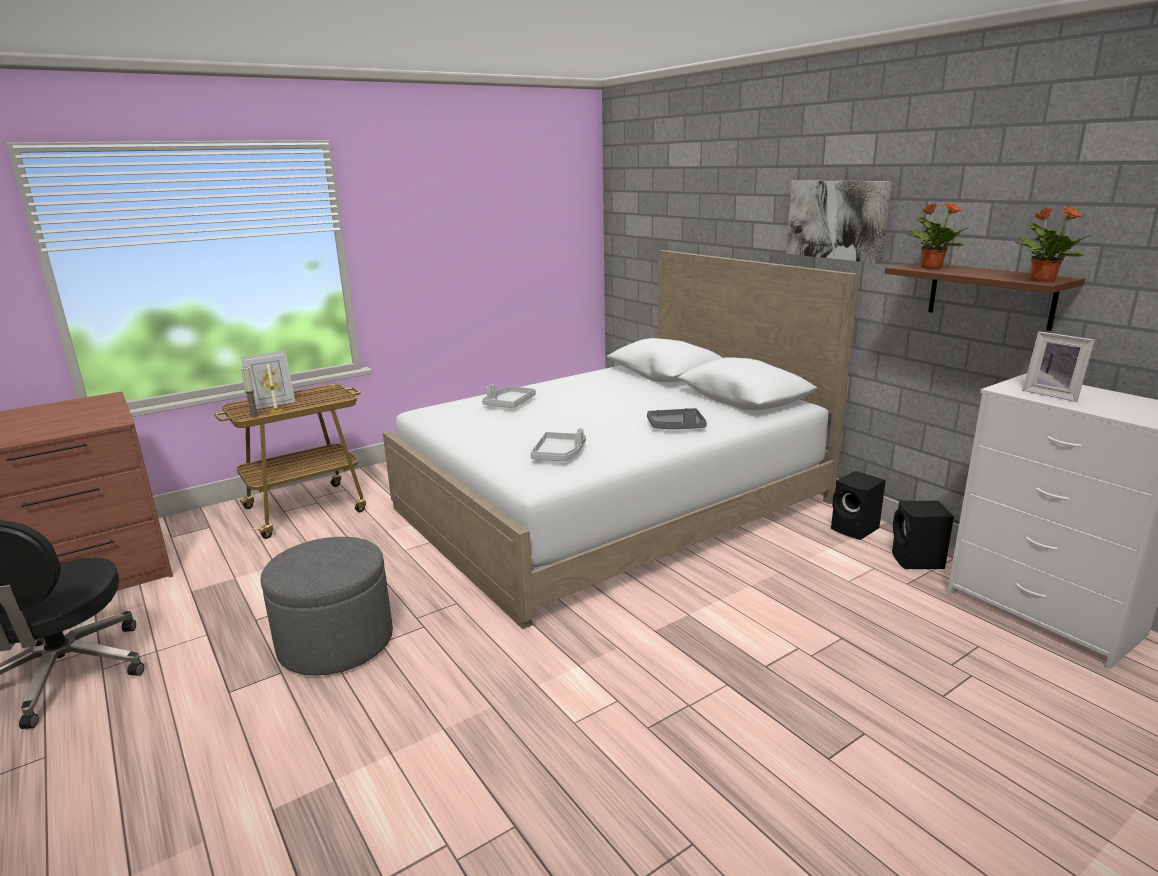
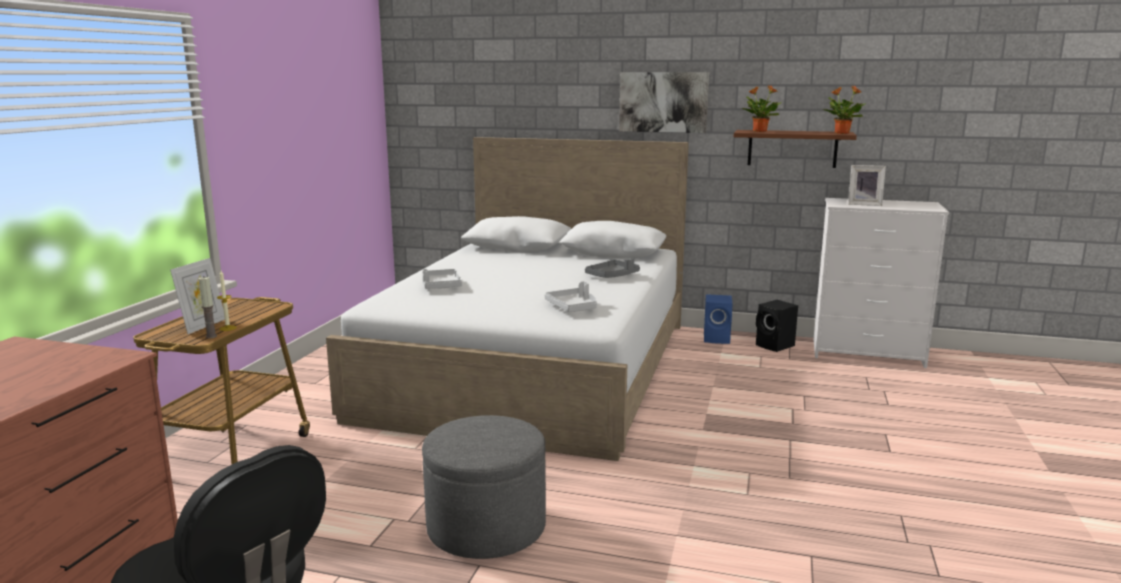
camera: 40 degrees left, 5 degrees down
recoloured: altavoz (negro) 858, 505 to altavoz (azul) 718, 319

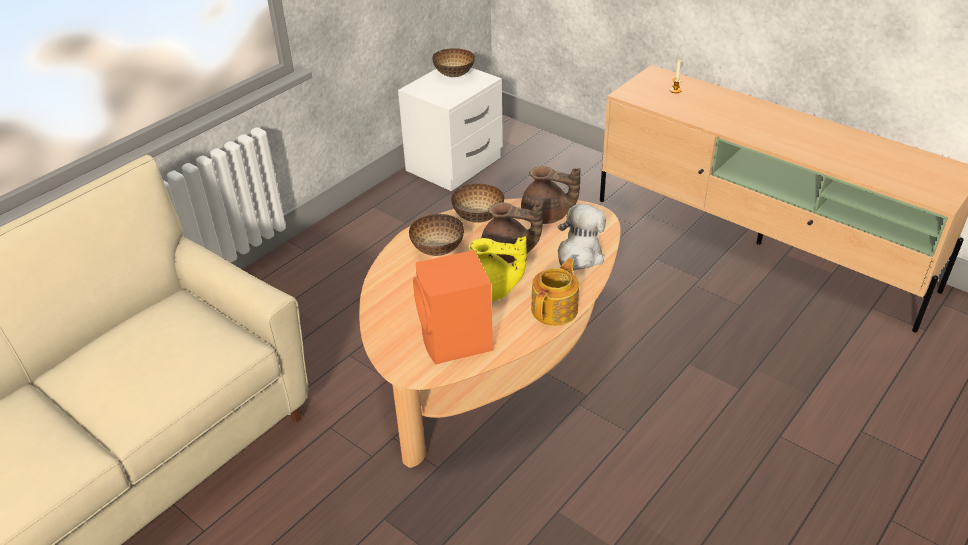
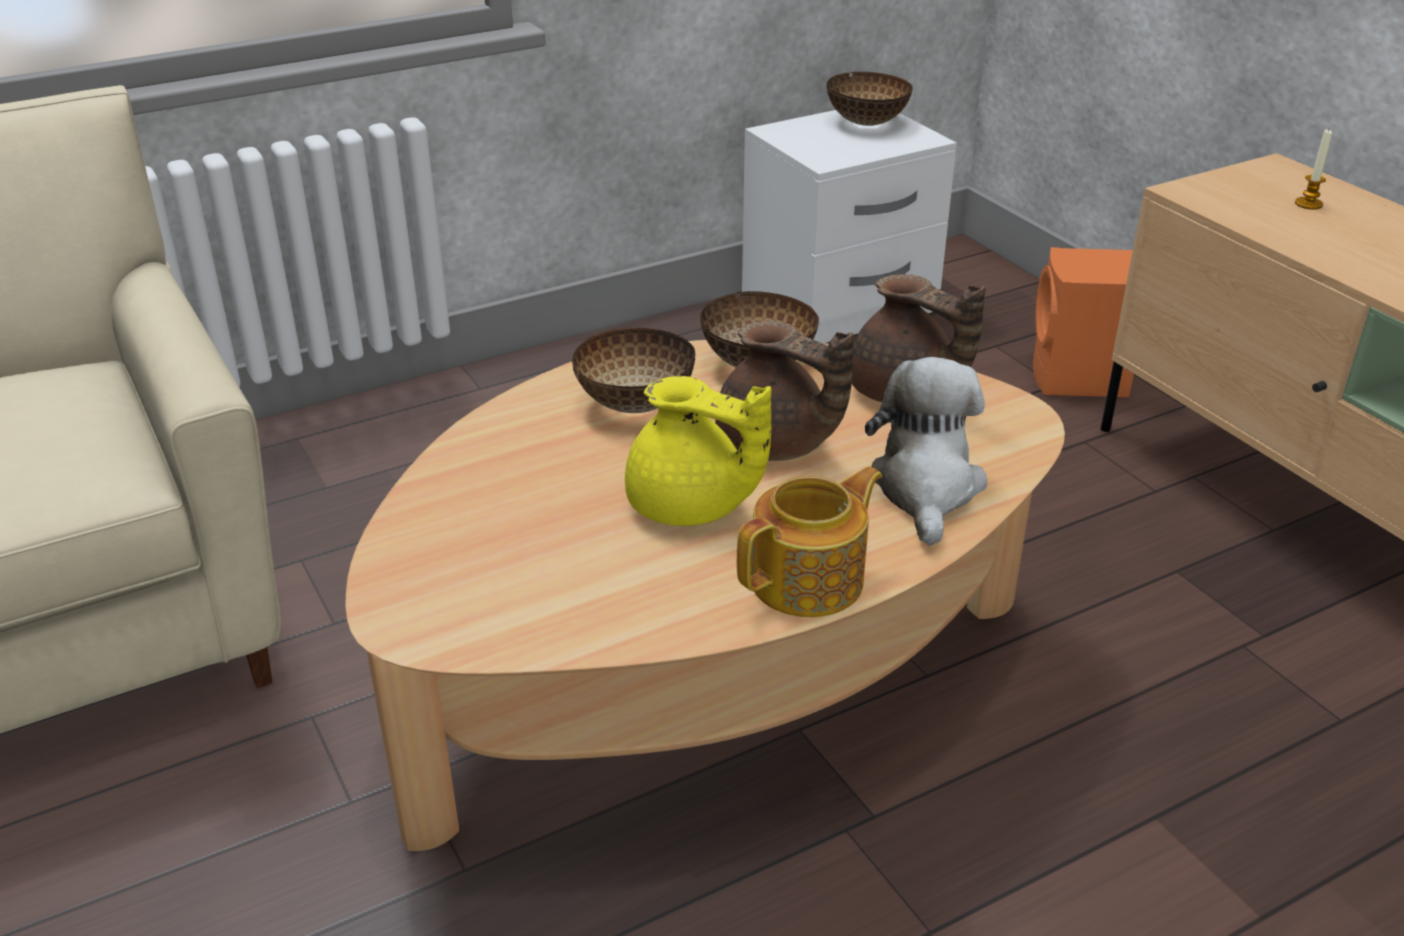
camera: 20 degrees right, 5 degrees down
moved: altavoz (naranja) 453, 307 to 1083, 322
turned: peluche 582, 237 = 926, 451 45 degrees counterclockwise

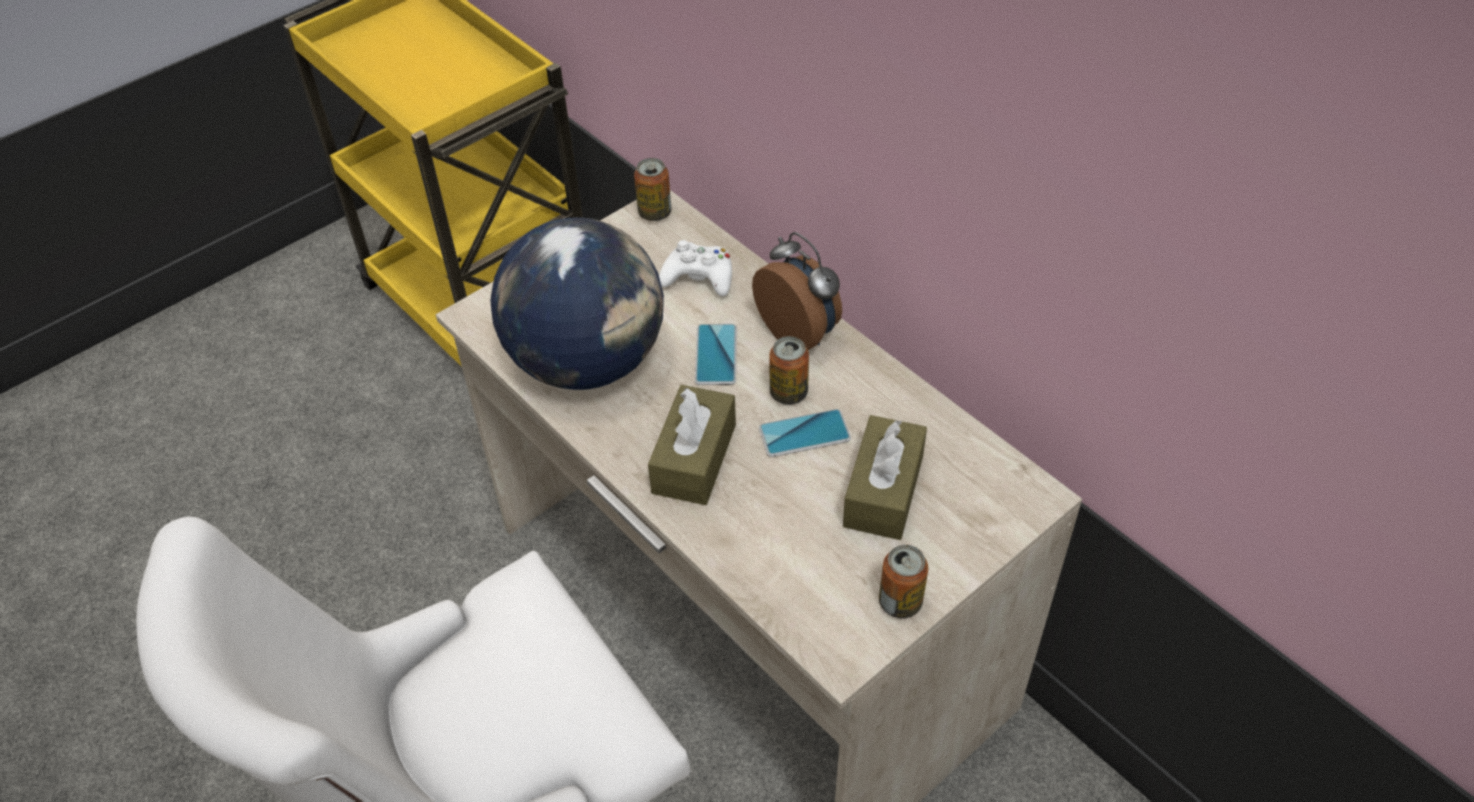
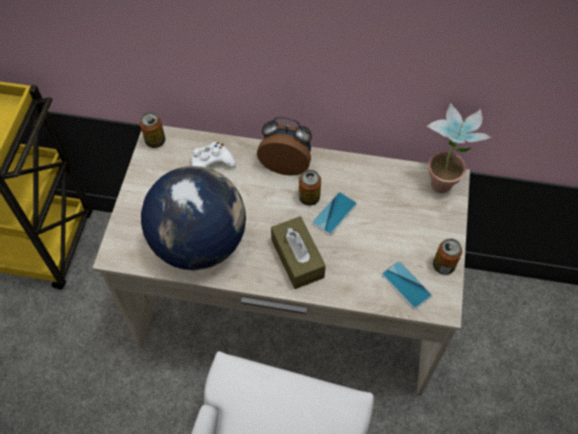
camera: 40 degrees left, 10 degrees up
removed: caja de pañuelos (marrón) 885, 477
added: planta en maceta 459, 148
moved: móvil 716, 354 to 406, 285

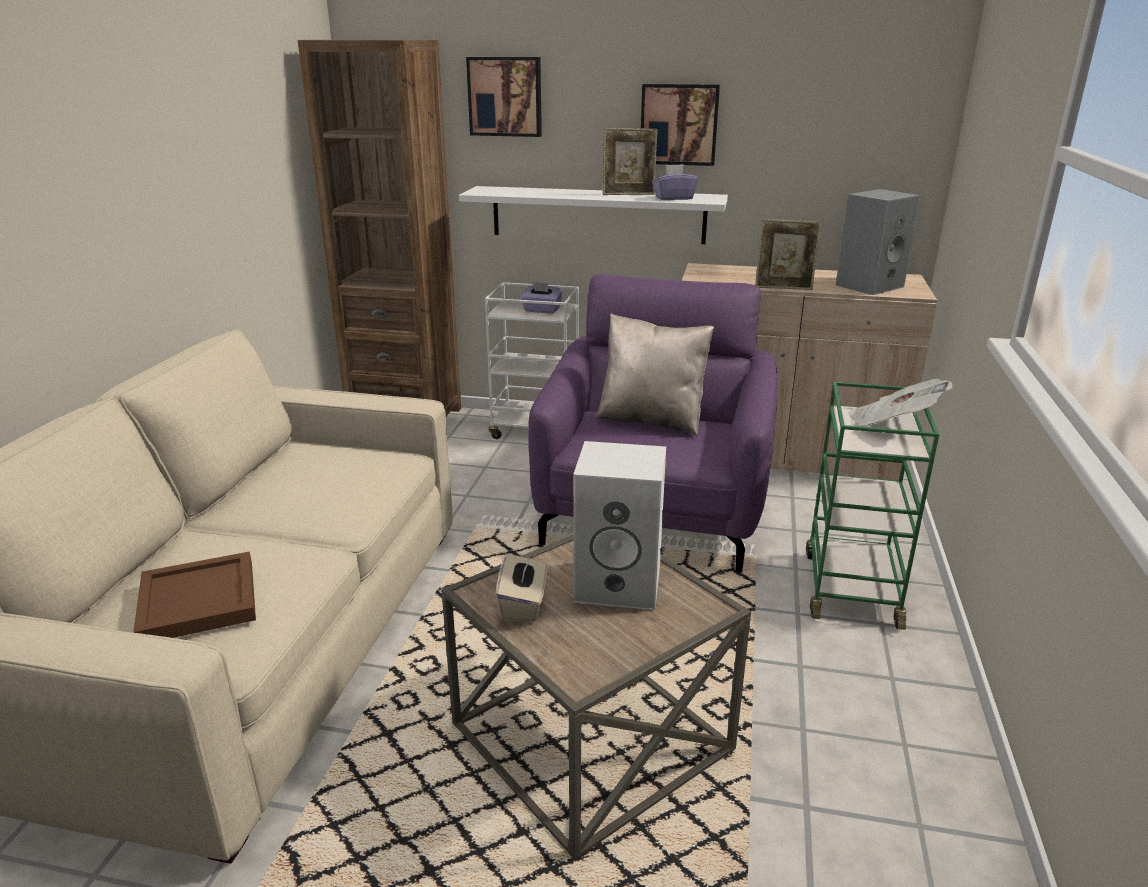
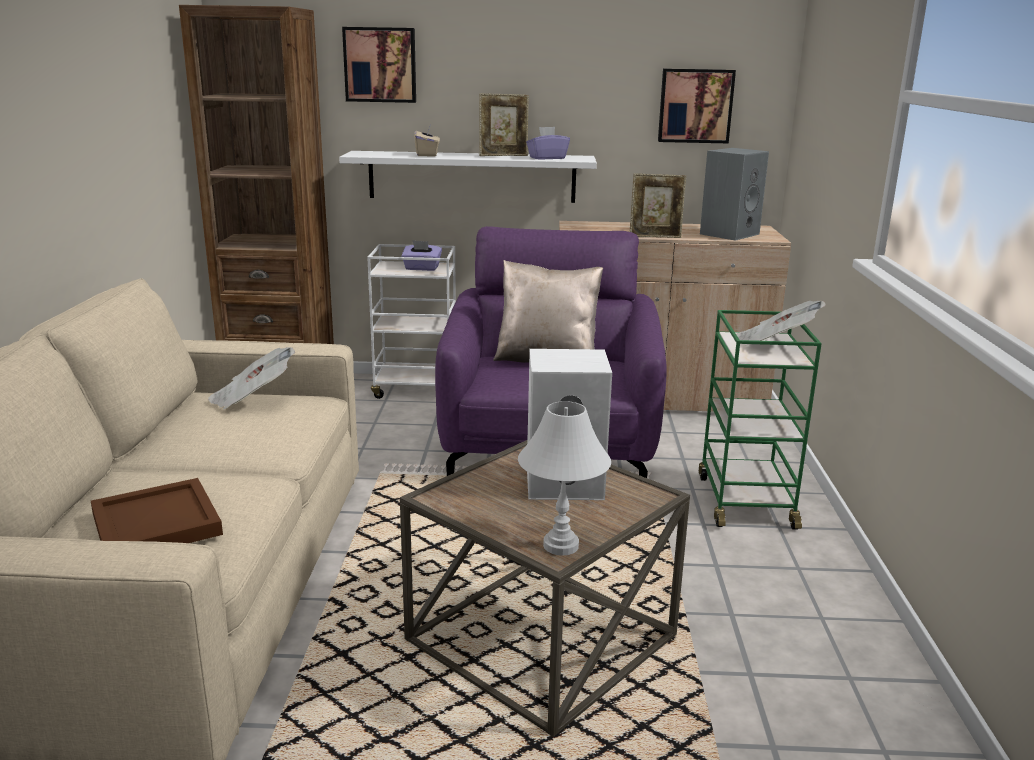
camera: 10 degrees left, 5 degrees down
added: periódico 251, 378; lámpara de mesa (blanco) 564, 478
moved: caja de pañuelos (beis) 522, 588 to 427, 140; cuadro 680, 125 to 697, 106

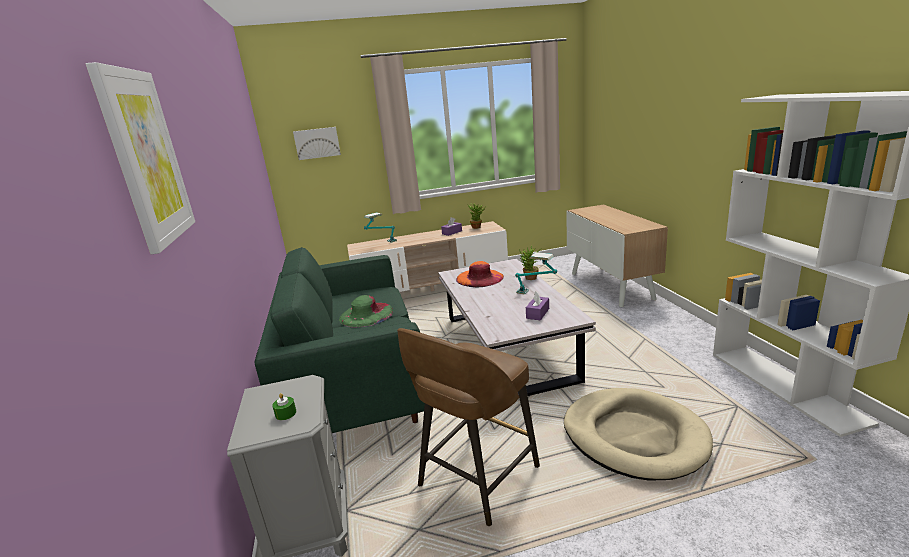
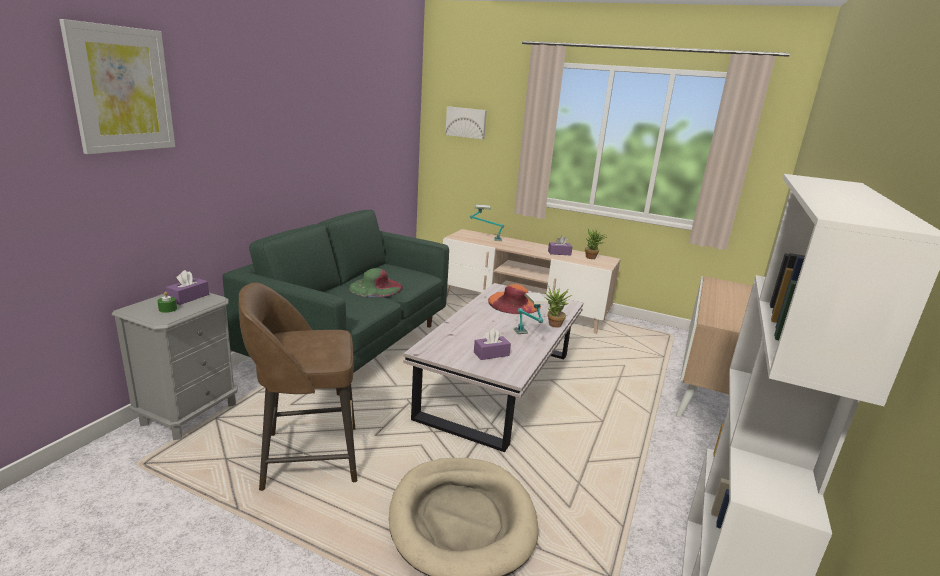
camera: 35 degrees right, 0 degrees up
added: caja de pañuelos (morado) 187, 287

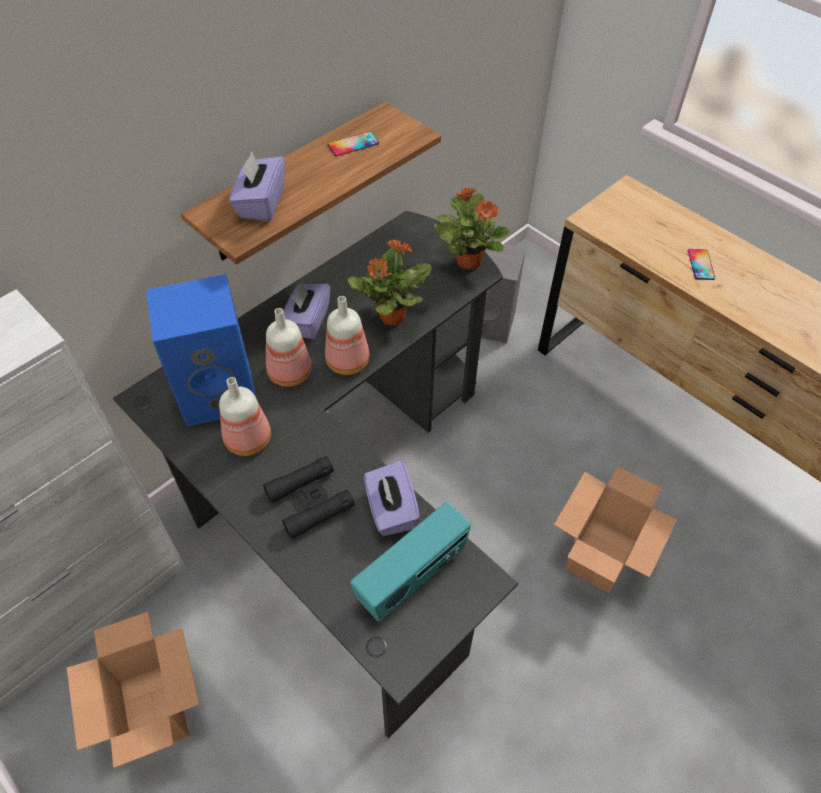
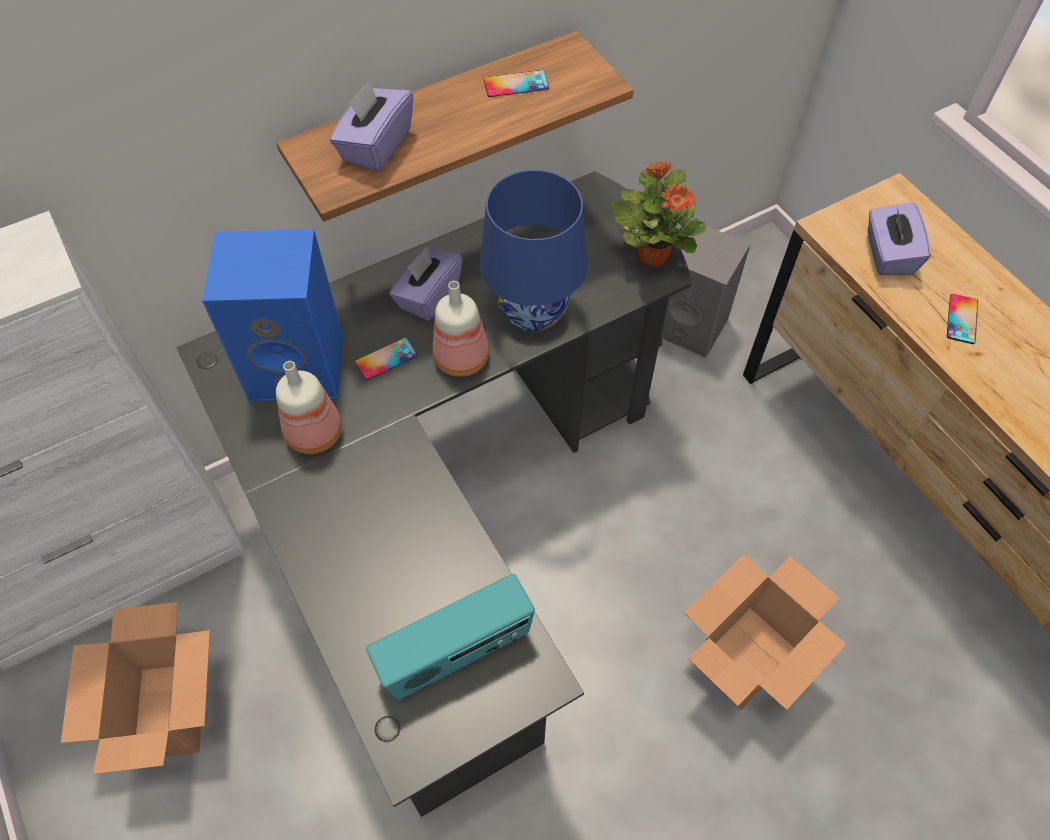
camera: 15 degrees right, 5 degrees up
removed: prismáticos (negro) 309, 497
moved: caja de pañuelos (morado) 392, 498 to 899, 238
replaced: botella 289, 347 to móvil 386, 358; planta en maceta 389, 282 to lámpara de mesa (azul) 534, 251

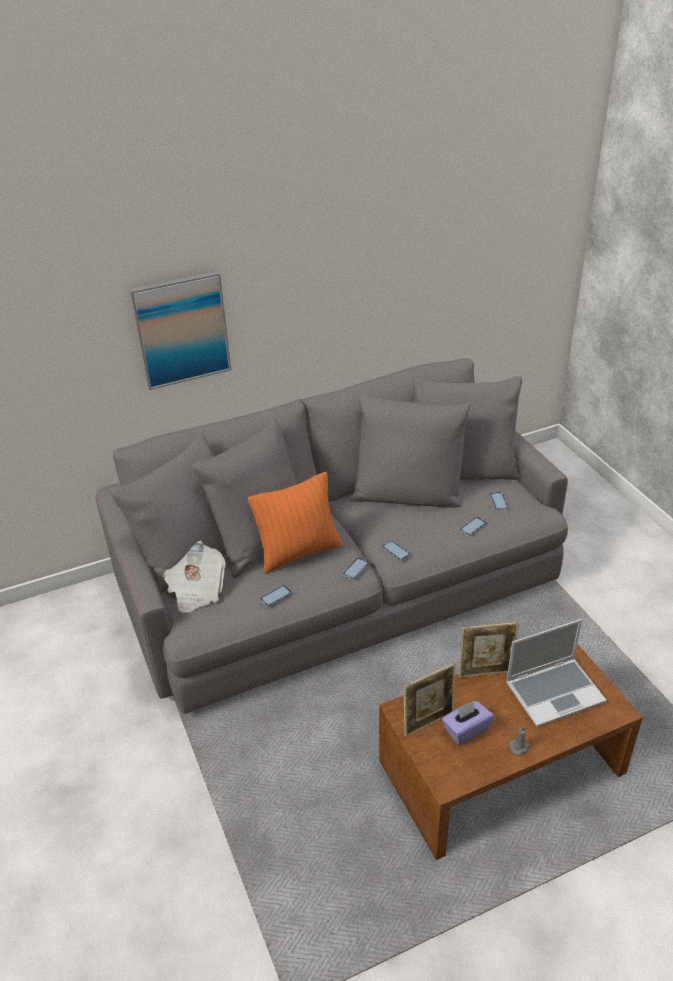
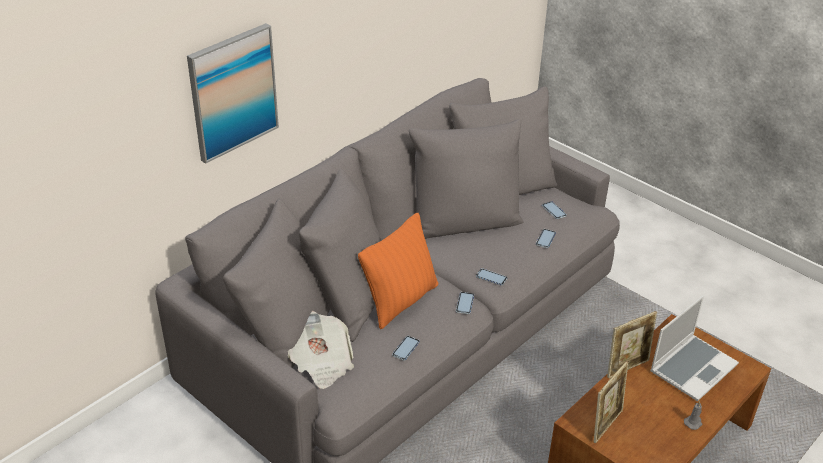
camera: 25 degrees left, 0 degrees up
removed: caja de pañuelos (morado) 468, 723

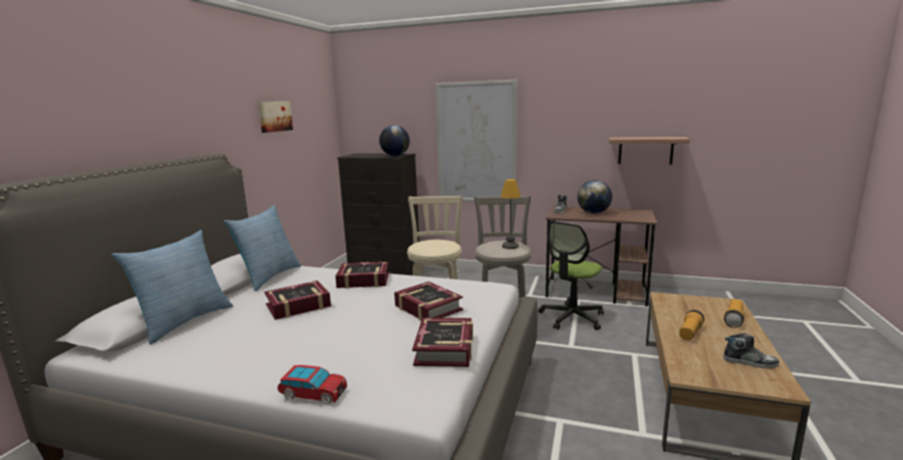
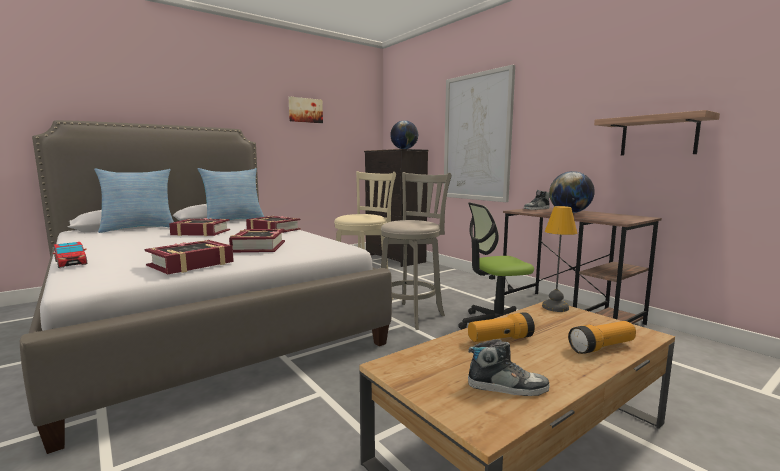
camera: 35 degrees right, 5 degrees down
moved: lámpara de mesa 511, 214 to 559, 259
turned: zapato 751, 350 = 509, 367 45 degrees counterclockwise

